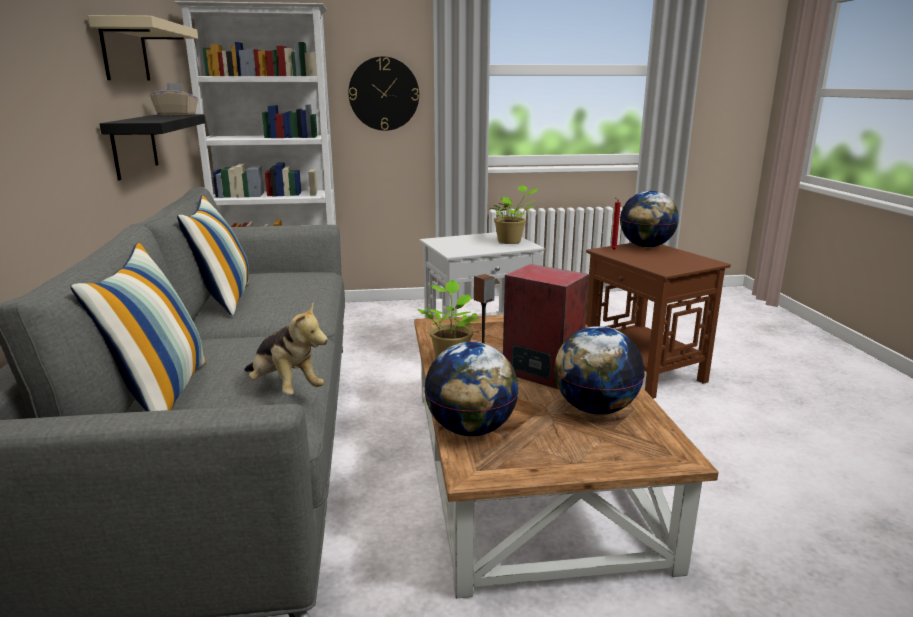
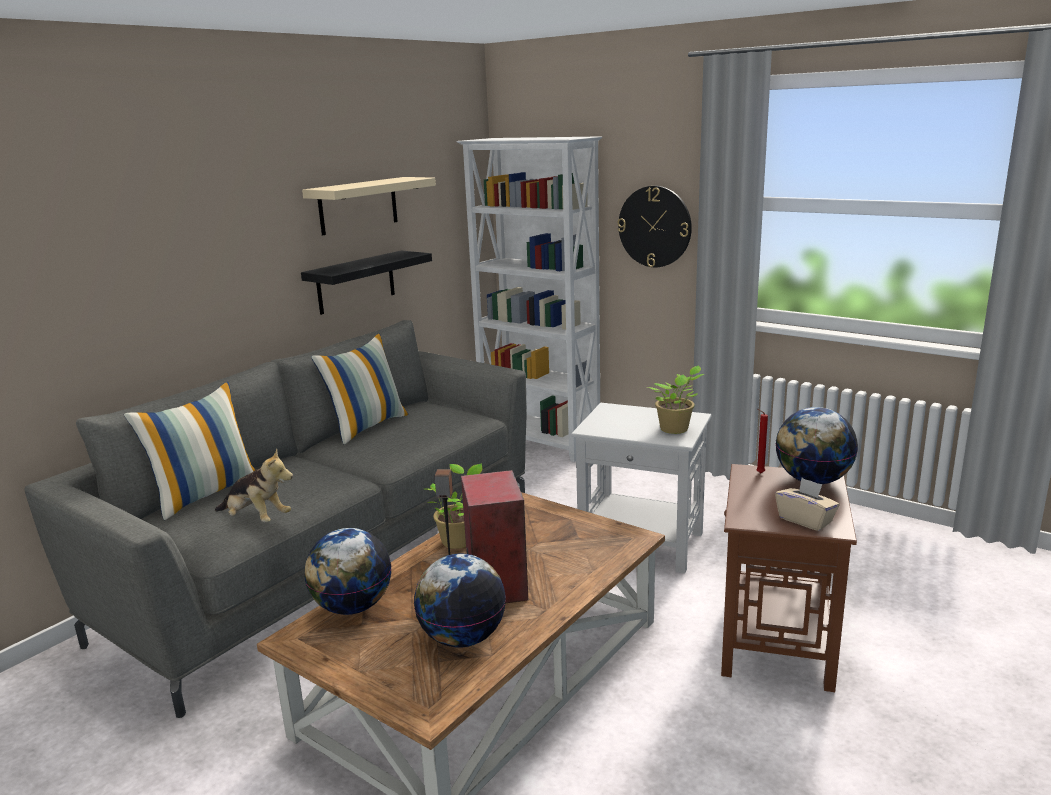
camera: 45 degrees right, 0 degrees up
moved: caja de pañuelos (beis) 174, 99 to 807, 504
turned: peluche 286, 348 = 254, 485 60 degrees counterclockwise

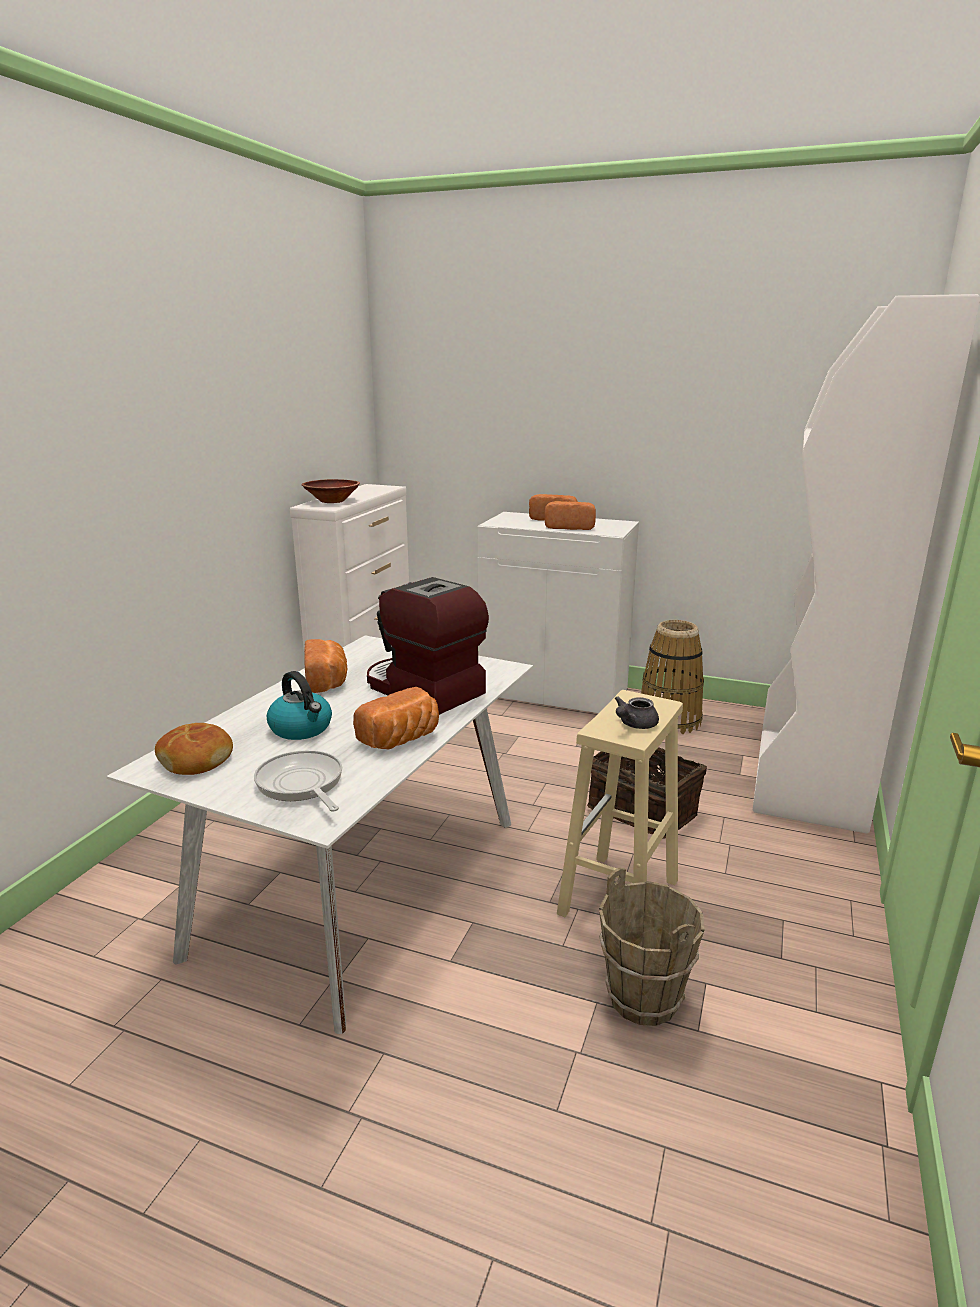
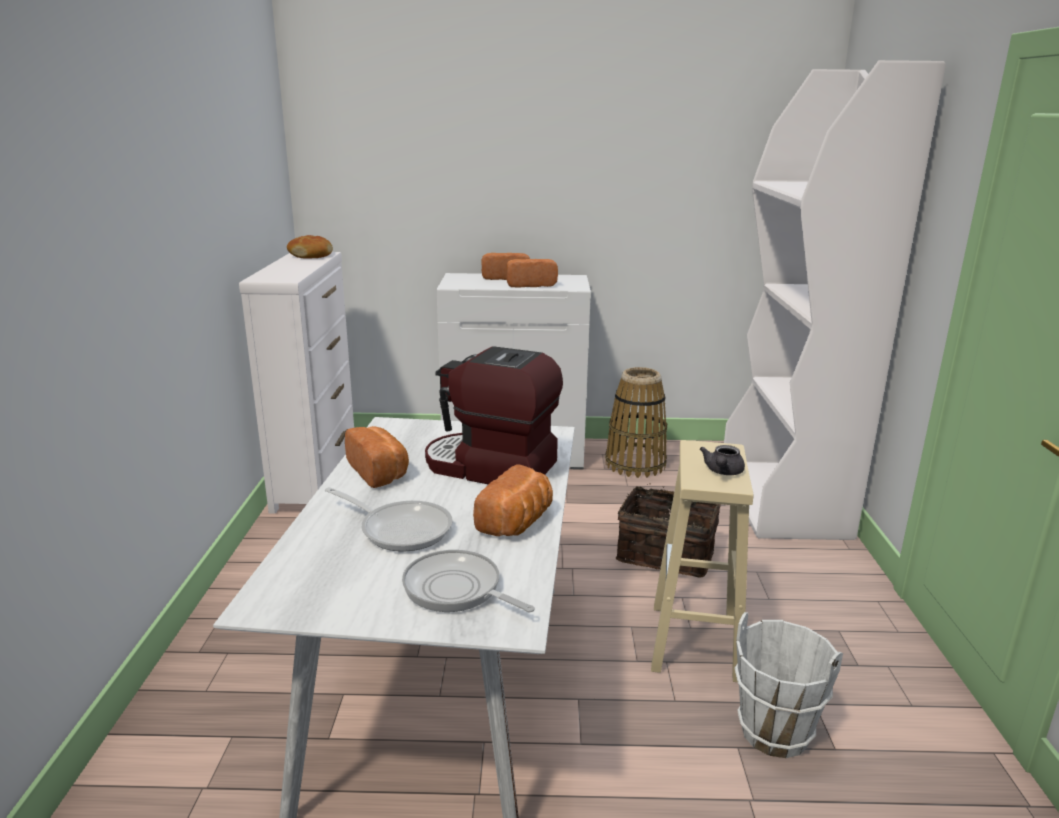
camera: 20 degrees left, 0 degrees up
removed: cuenco (marrón) 330, 491
moved: pan 194, 749 to 310, 247
replaced: hervidor 299, 705 to sartén 389, 519
recoloured: cubo (marrón) 652, 947 to cubo (blanco) 789, 685

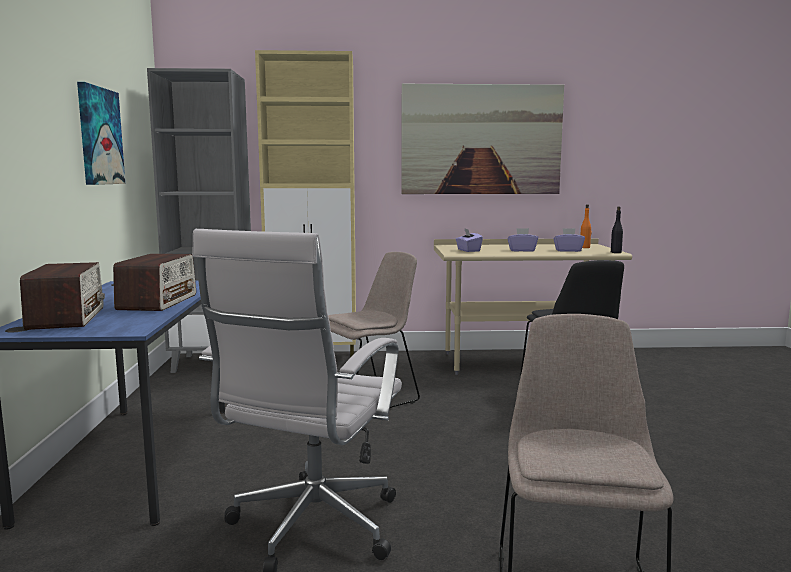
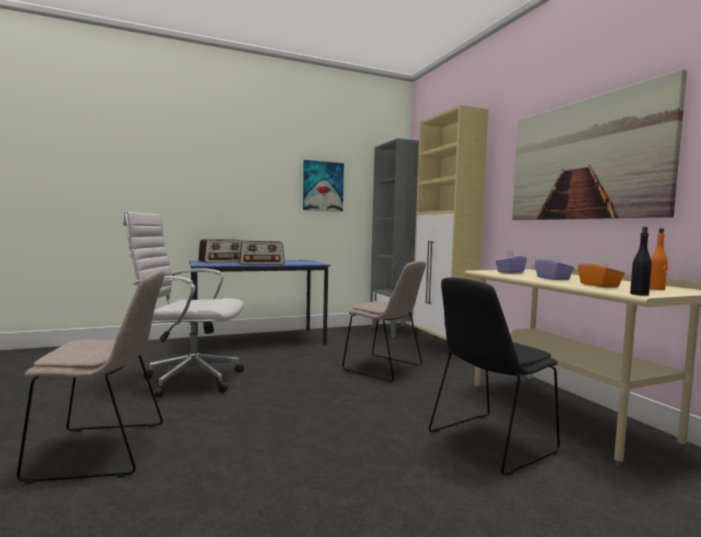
camera: 70 degrees right, 5 degrees down
recoloured: caja de pañuelos (morado) 569, 240 to caja de pañuelos (naranja) 601, 271

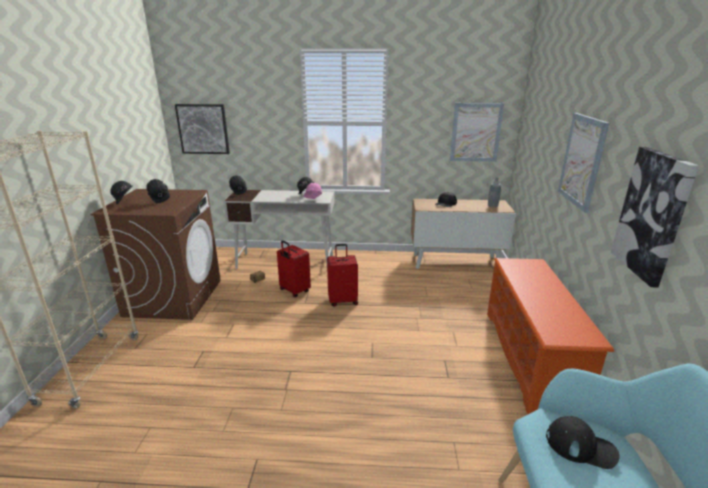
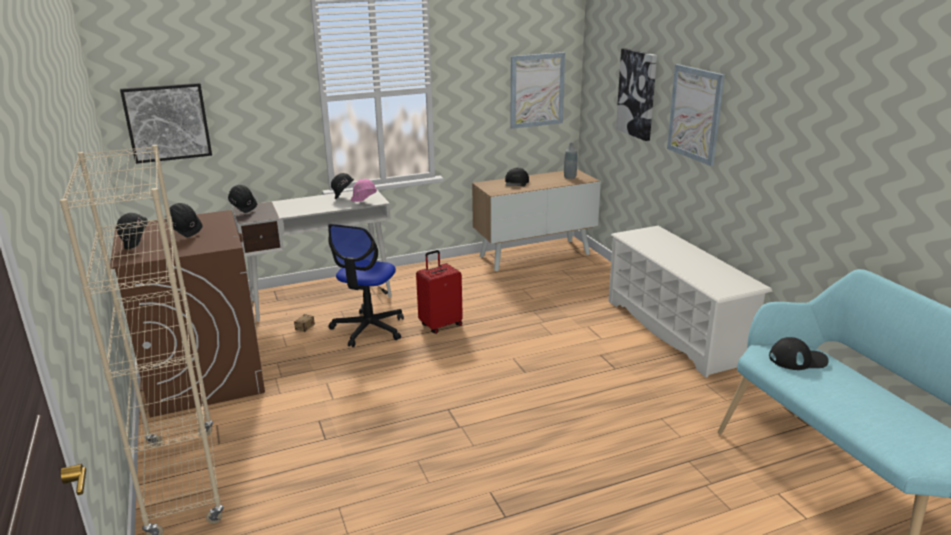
camera: 25 degrees left, 0 degrees up
moved: cuadro 655, 217 to 636, 94
replaced: maleta (rojo) 294, 268 to silla de oficina 366, 285
recoloured: zapatero (naranja) 550, 336 to zapatero (blanco) 690, 302

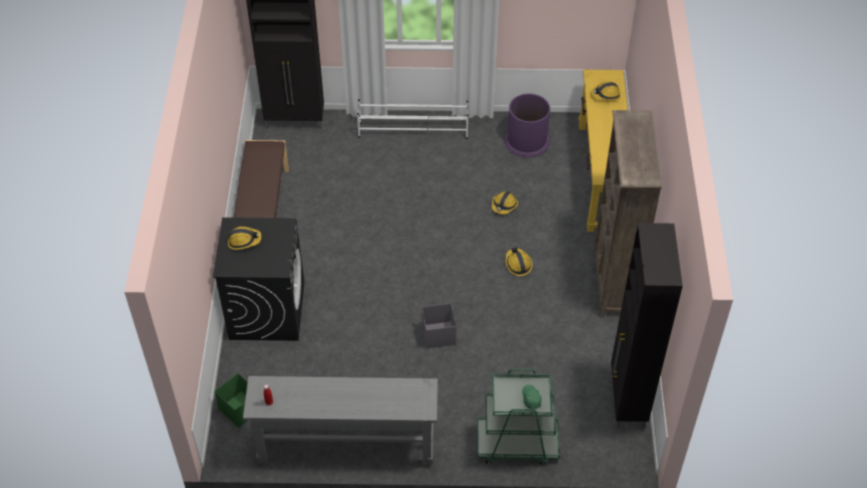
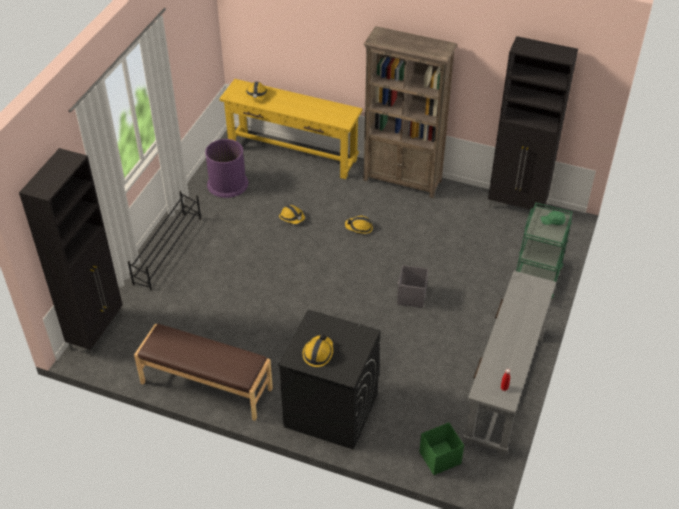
camera: 70 degrees left, 5 degrees down
recoloured: zapatero (blanco) 412, 119 to zapatero (negro) 164, 241

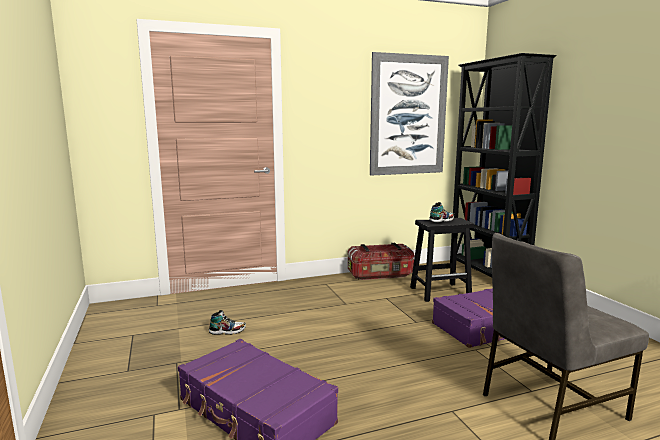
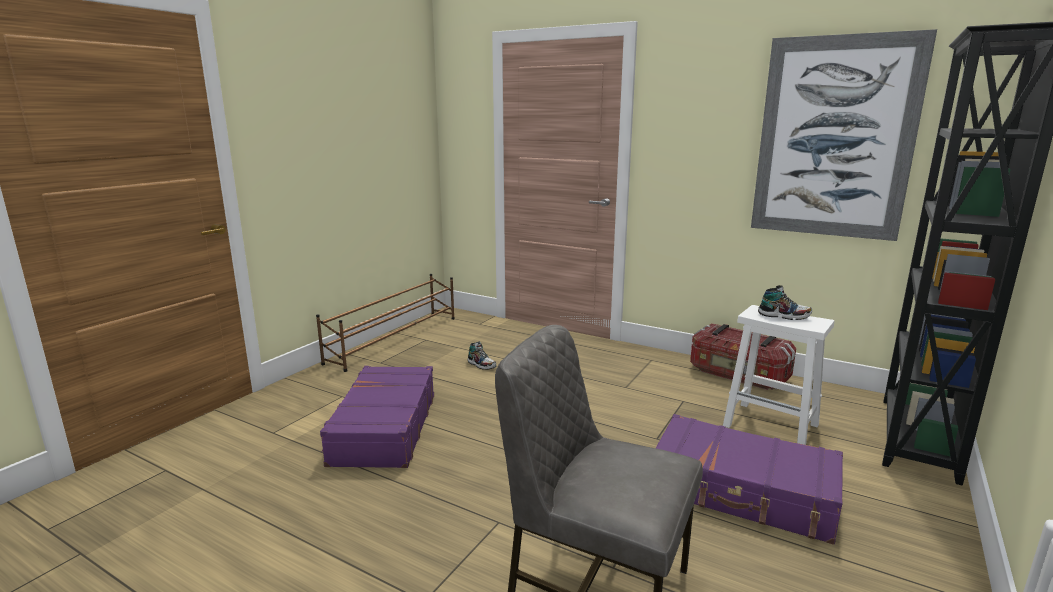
camera: 50 degrees right, 5 degrees up
added: zapatero (marrón) 385, 323
recoloured: taburete (negro) 442, 260 to taburete (blanco) 778, 375

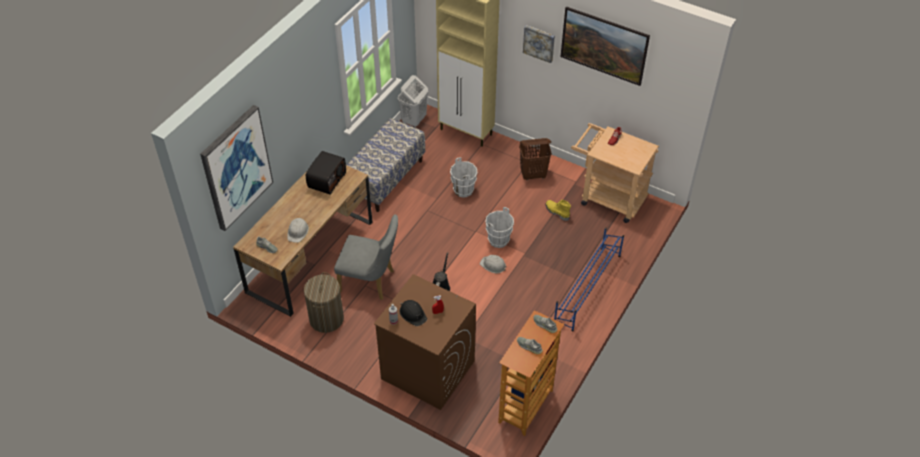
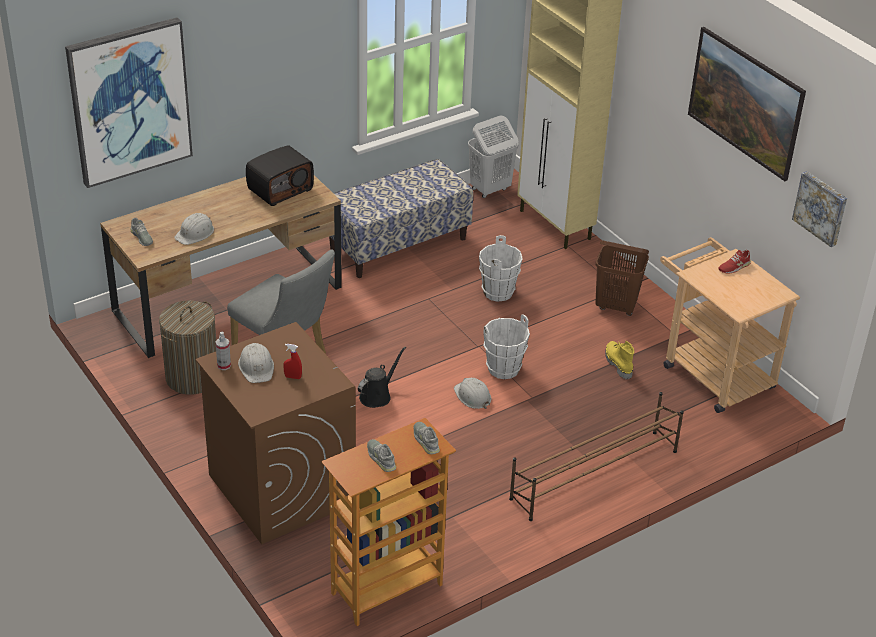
camera: 25 degrees right, 10 degrees down
moved: cuadro 539, 44 to 819, 209
recoloured: casco (negro) 413, 313 to casco (blanco) 256, 363; zapatero (azul) 589, 279 to zapatero (marrón) 596, 456

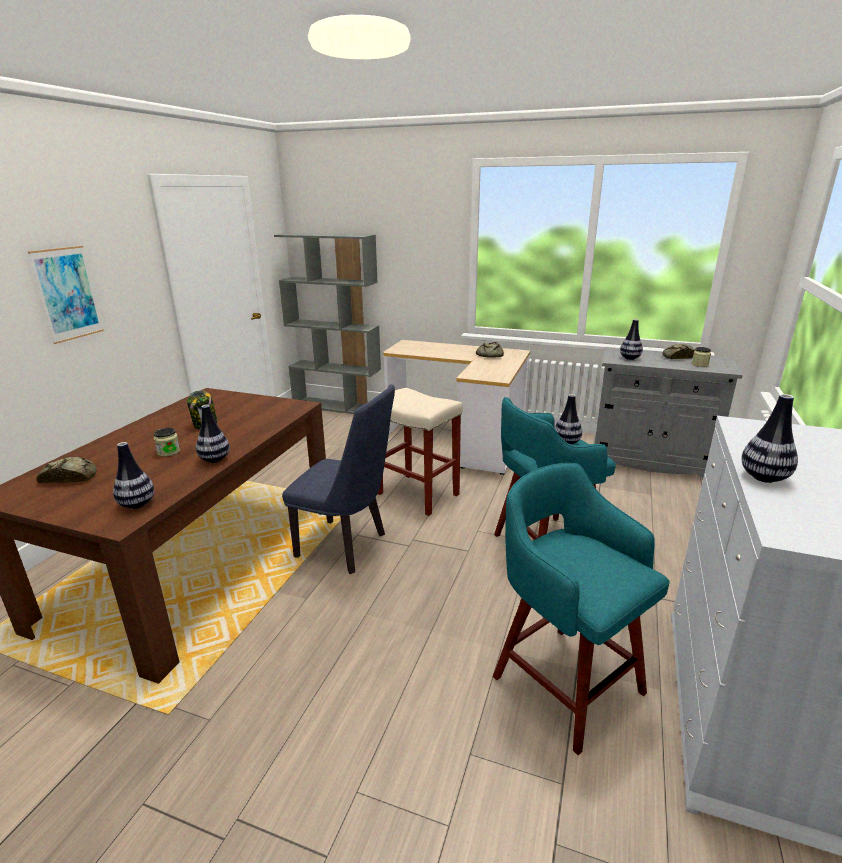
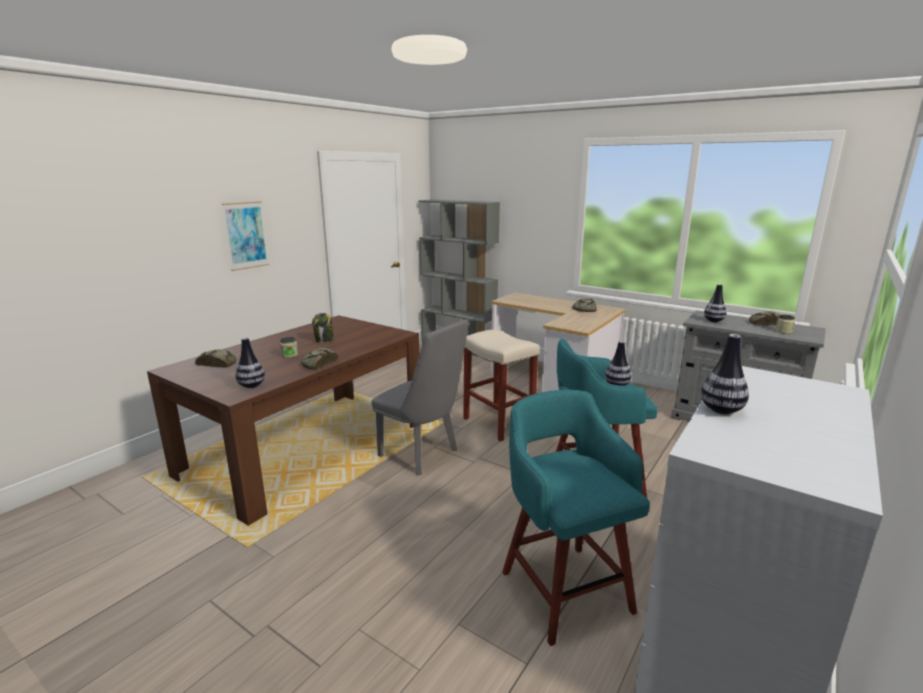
camera: 15 degrees right, 5 degrees down
replaced: florero 213, 434 to pan 319, 358
recoloured: silla (azul) 338, 479 to silla (gris) 420, 397

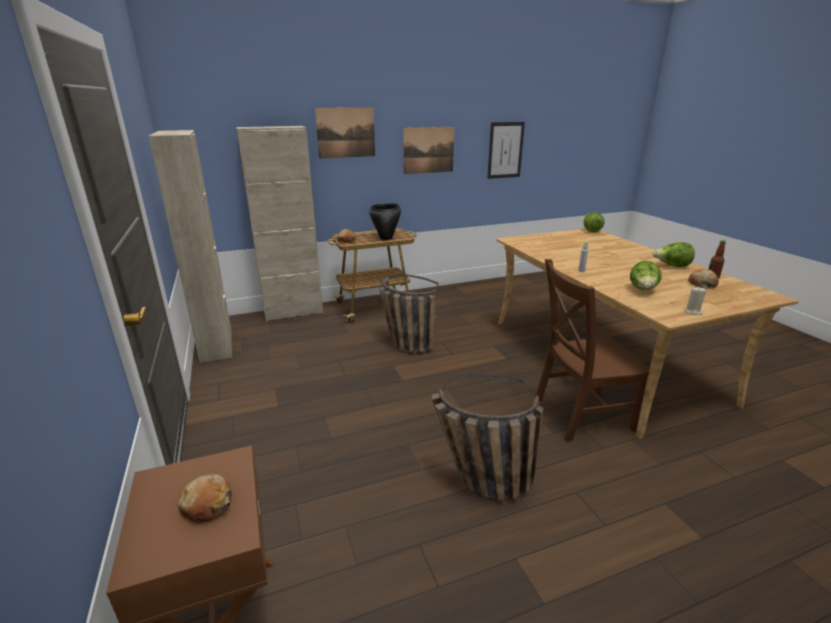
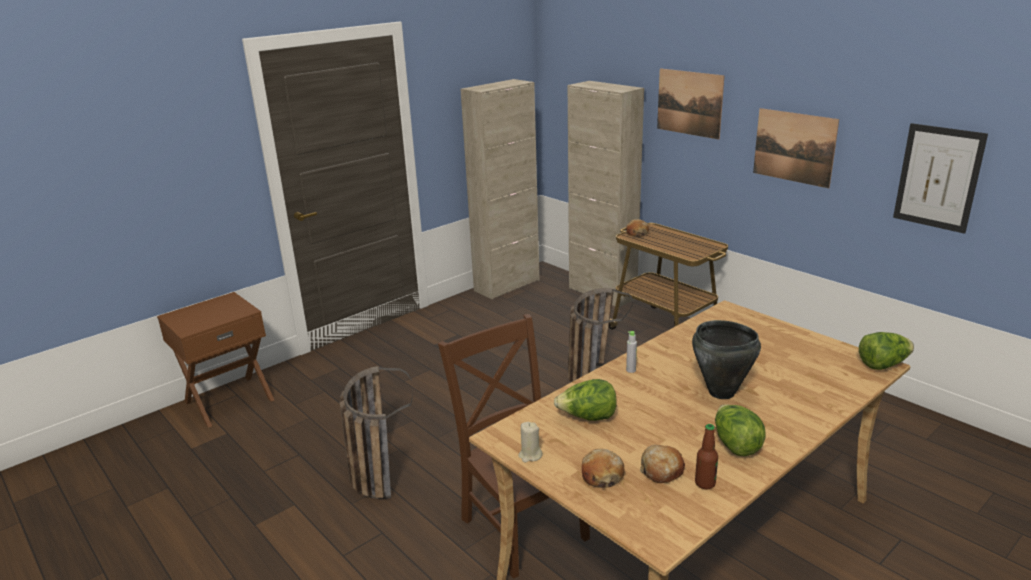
camera: 70 degrees right, 0 degrees up
moved: pan 205, 499 to 603, 468; olla (negro) 385, 221 to 726, 359

